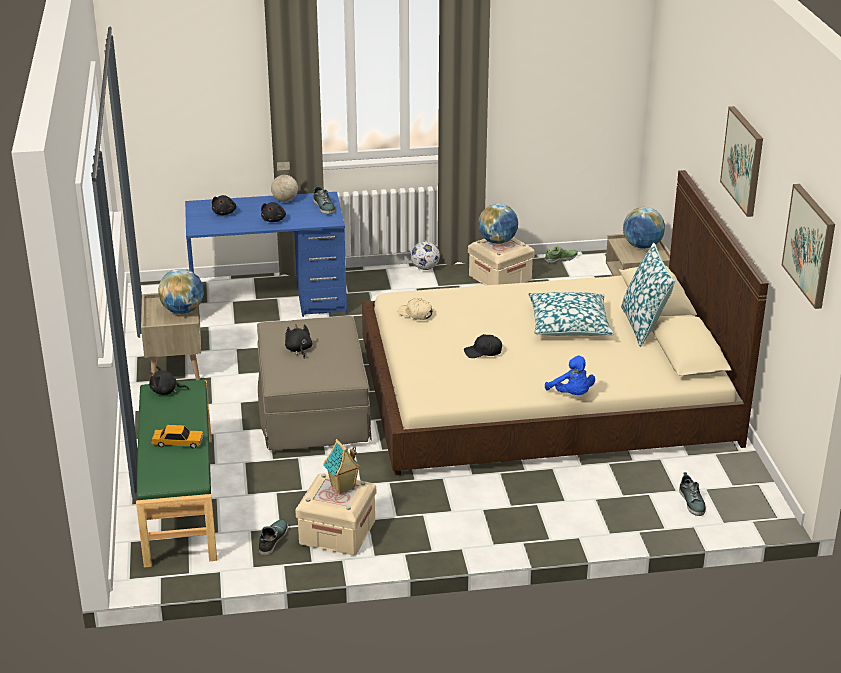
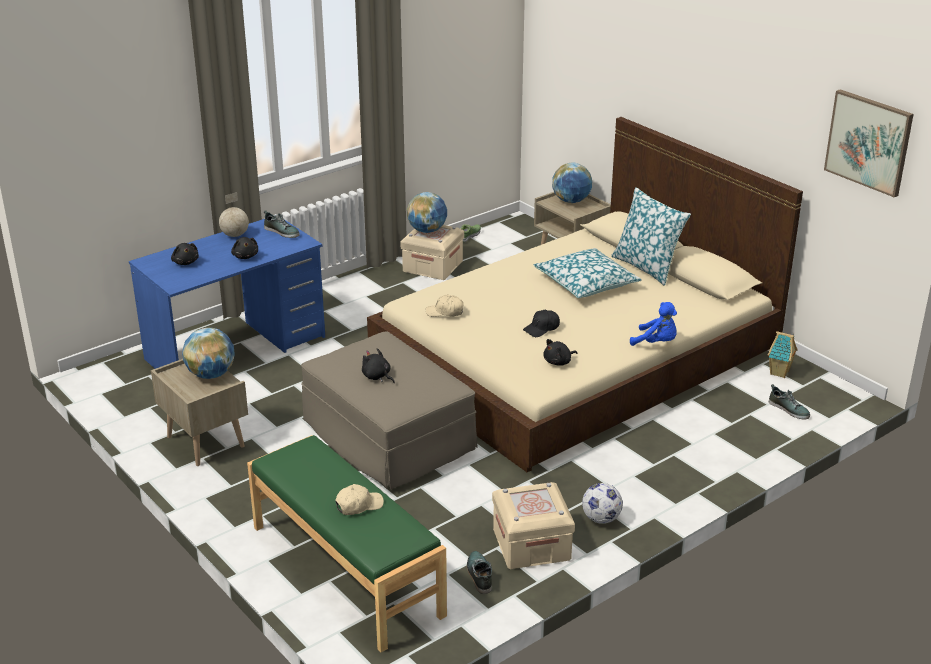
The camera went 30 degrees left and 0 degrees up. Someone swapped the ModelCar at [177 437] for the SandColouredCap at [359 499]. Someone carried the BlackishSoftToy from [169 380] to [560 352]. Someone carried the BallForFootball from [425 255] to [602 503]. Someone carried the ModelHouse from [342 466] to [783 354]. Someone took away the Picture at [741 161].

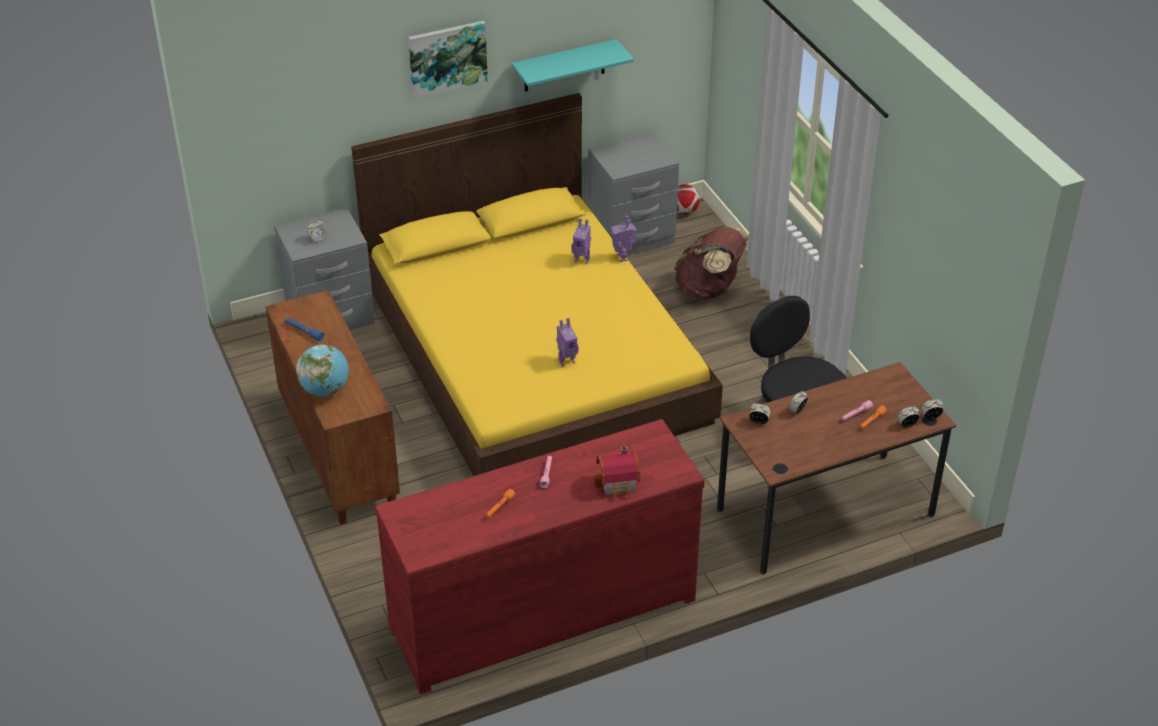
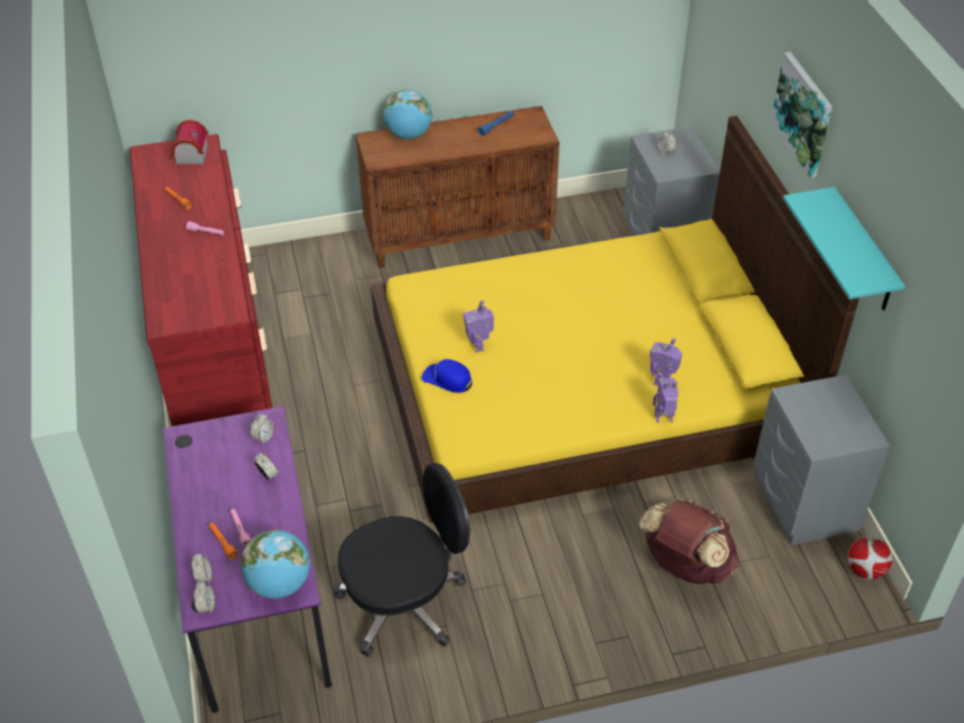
The camera went 100 degrees right and 5 degrees up. Someone repainted the BrownDesk at [836 468], which became the PurplishDesk at [247 559]. Someone carried the ModelHouse from [617 473] to [188 142]. Someone put down the DeskGlobe at [275 564]. Someone put down the BluishCap at [446 376].

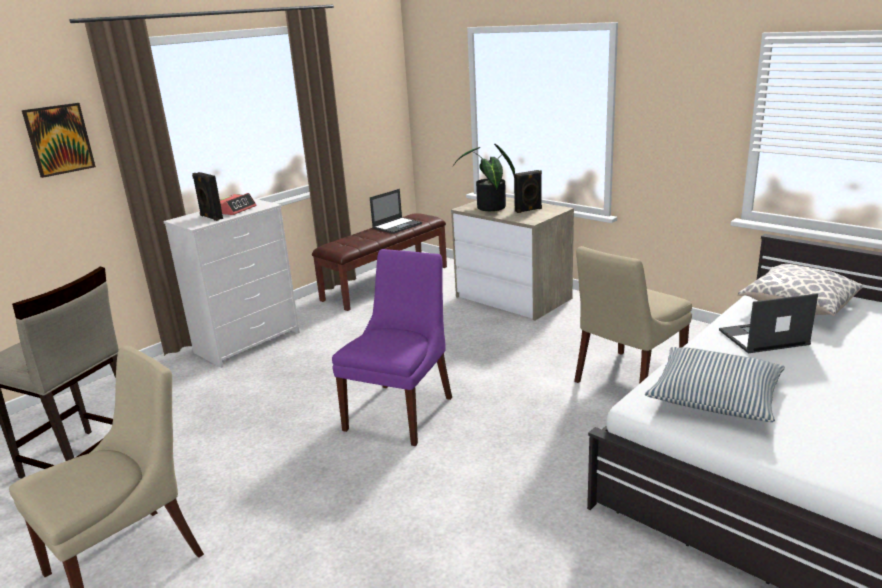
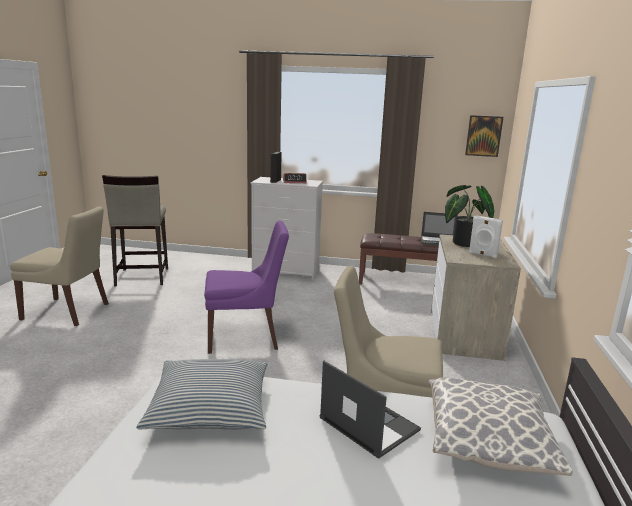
The camera went 55 degrees right and 5 degrees down. Someone carried the Picture from [59 140] to [484 136]. Someone repainted the BlackishAudioSpeaker at [528 191], which became the WhitishAudioSpeaker at [486 236].

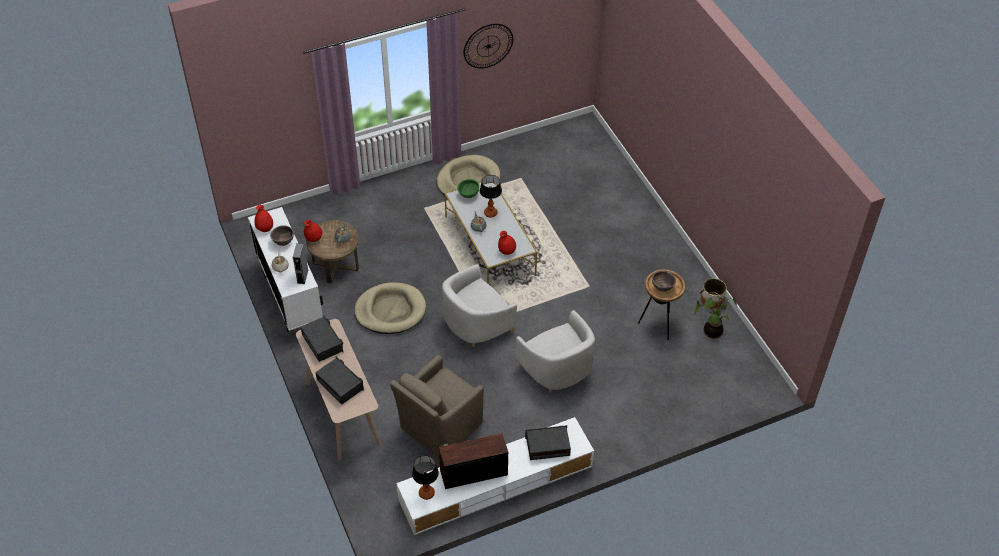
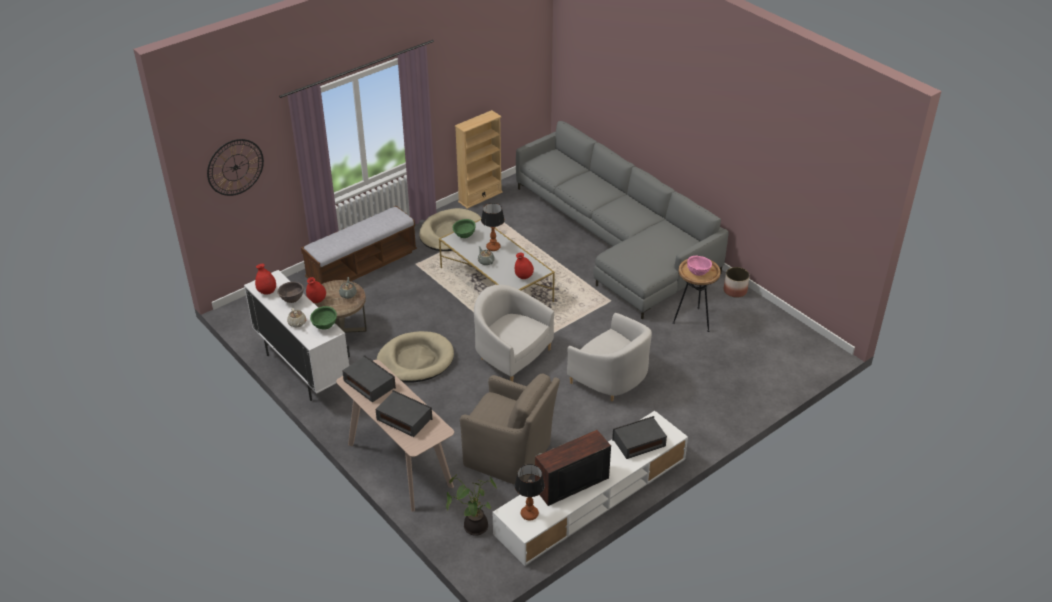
The camera went 15 degrees left and 10 degrees down. Someone carried the HangingClock from [488 46] to [235 167]. Someone put down the LongSeat at [359 245]. Someone swapped the GreyAudioSpeaker at [300 263] for the GreenishBowl at [323 318]. Someone carried the Houseplant from [715 313] to [471 505]. Someone put down the SandColouredBookshelf at [479 159]. Someone rotated the BrownArmchair at [437 406] by 90 degrees counterclockwise. Someone rotated the WhitishArmchair at [479 305] by 90 degrees clockwise. Someone put down the GreyCouch at [622 220]. Someone repainted the BrownBowl at [664 281], which became the PinkishBowl at [699 266].

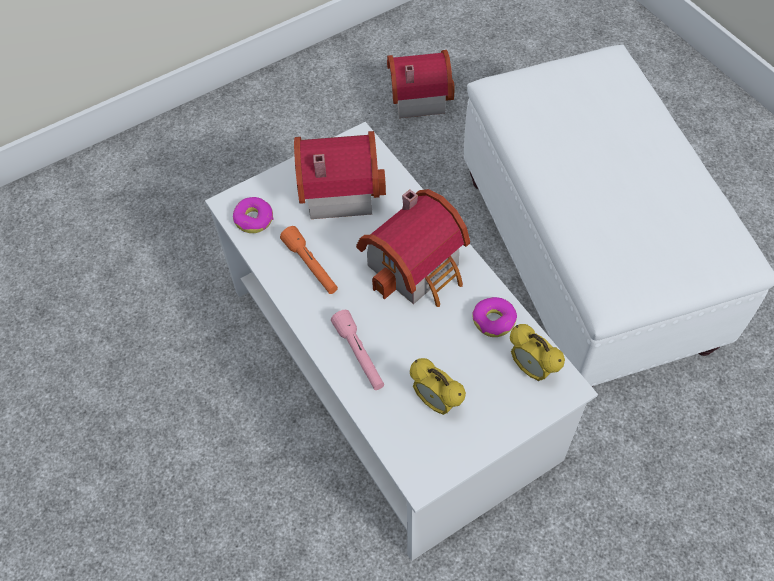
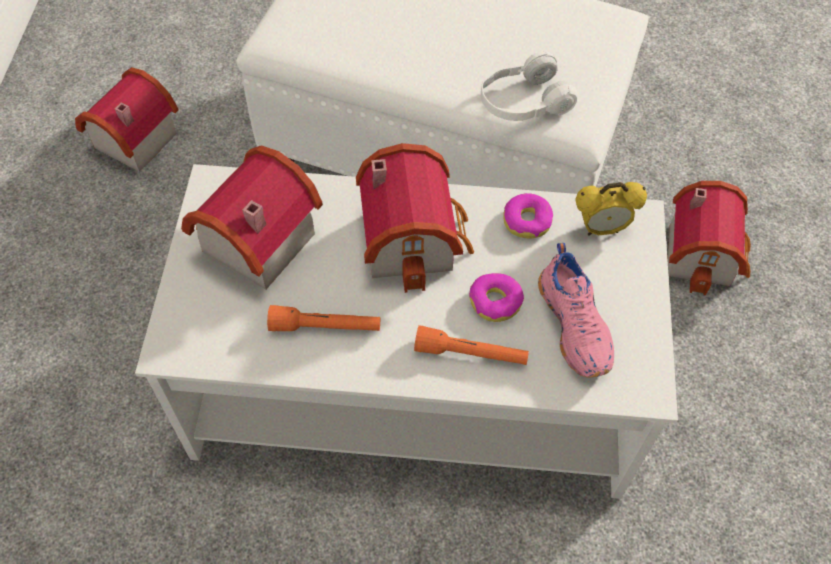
The camera went 55 degrees left and 0 degrees up. Someone repainted the PinkishTorch at [357 350], which became the OrangeColouredTorch at [471 345]. Someone carried the Doughnut from [253 215] to [496 297]. Someone put down the WhitishHeadset at [529 86]. Someone swapped the TableClock at [438 386] for the PinkishShoe at [576 310]. Someone put down the ModelHouse at [709 238].

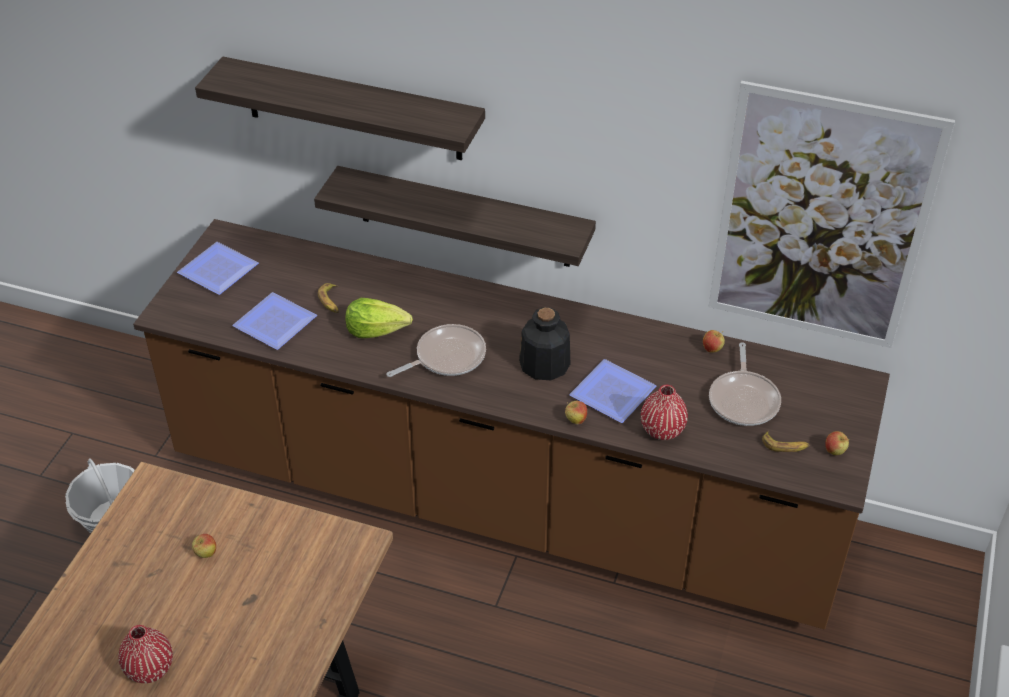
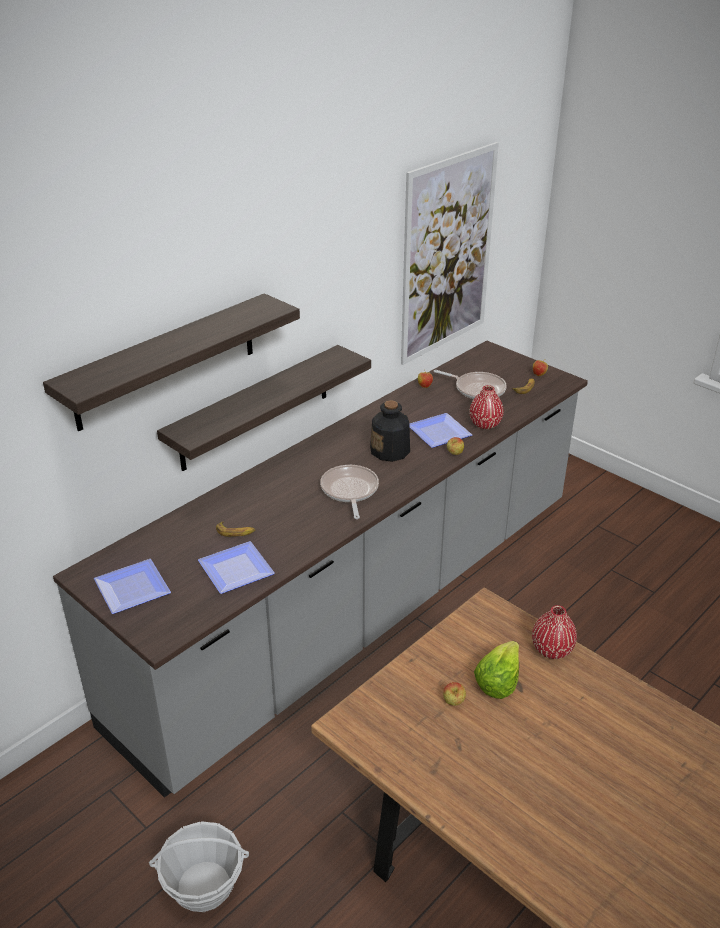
The camera went 65 degrees left and 10 degrees down. Someone repainted the BrownKitchenCounter at [511 424], which became the GreyKitchenCounter at [320 569]. Someone carried the Lettuce from [379 318] to [496 670]. Someone carried the ReddishVase from [145 654] to [554 632].

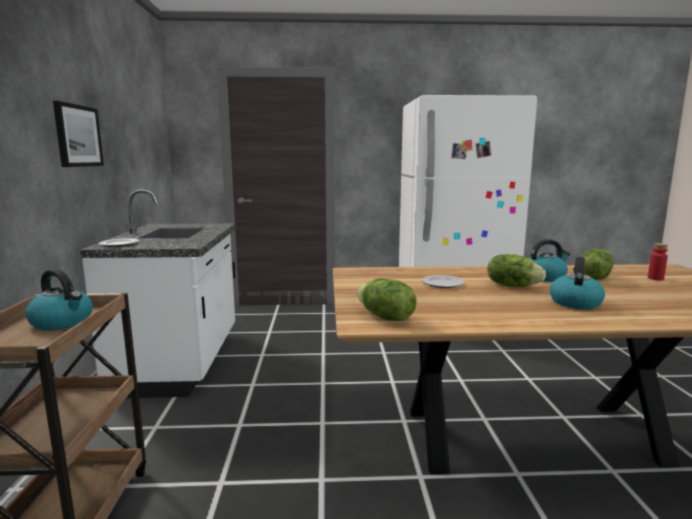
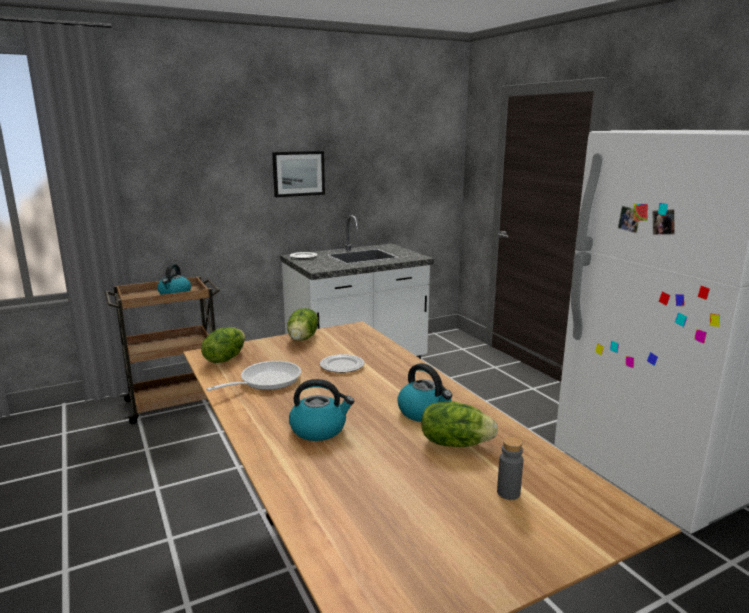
The camera went 65 degrees right and 5 degrees up. Someone put down the Skillet at [253 376]. Someone carried the Lettuce from [516 270] to [302 324]. Someone repainted the ReddishBottle at [658 261], which became the GreyBottle at [510 468].

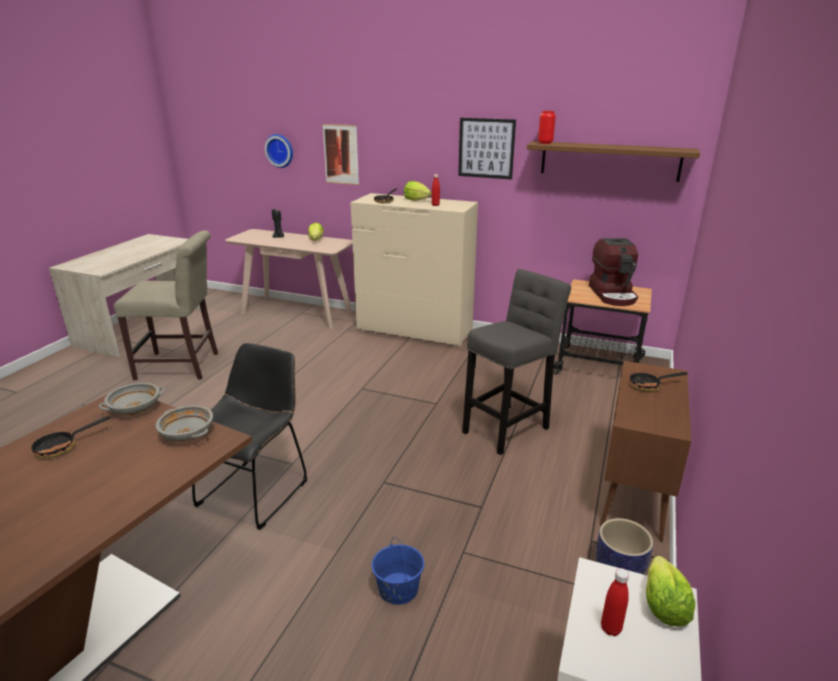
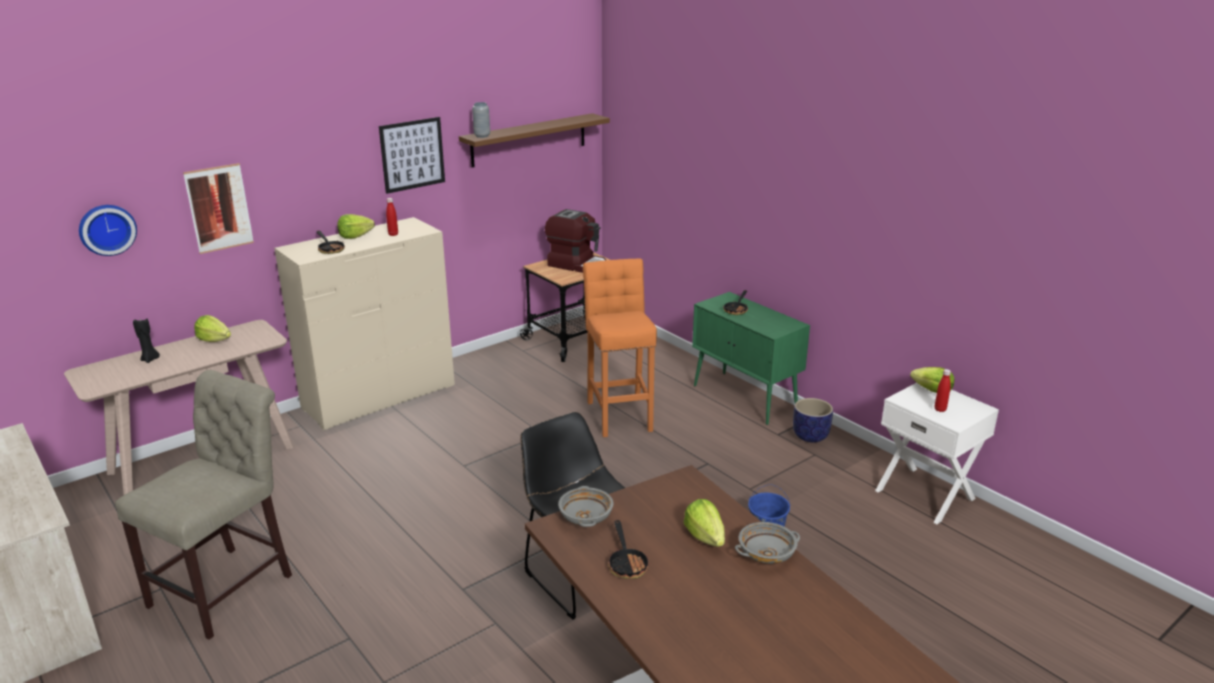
The camera went 60 degrees left and 0 degrees up. Someone repainted the ReddishVase at [547 127], which became the GreyVase at [481 120]. Someone repainted the GreySittingStool at [516 362], which became the OrangeColouredSittingStool at [620 348]. Someone put down the Lettuce at [704 523]. Someone repainted the BrownCupboard at [645 451], which became the GreenishCupboard at [751 358]. Someone carried the GreyBowl from [184 423] to [767 543].

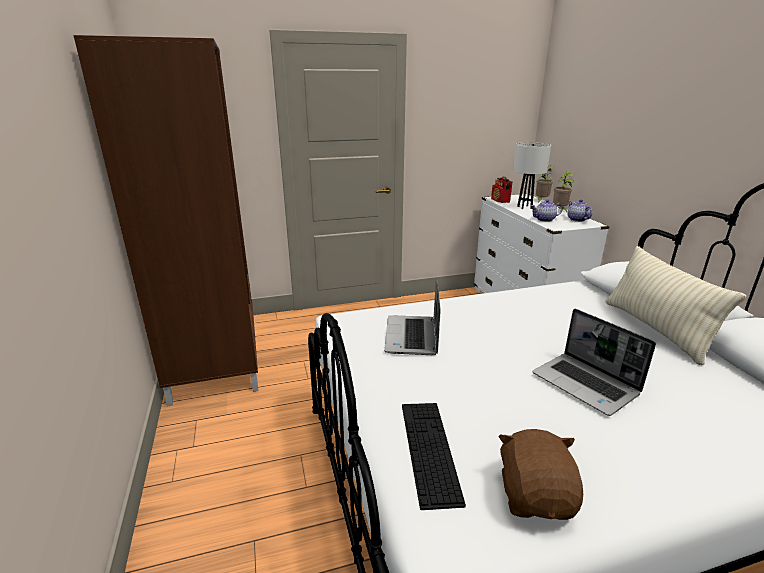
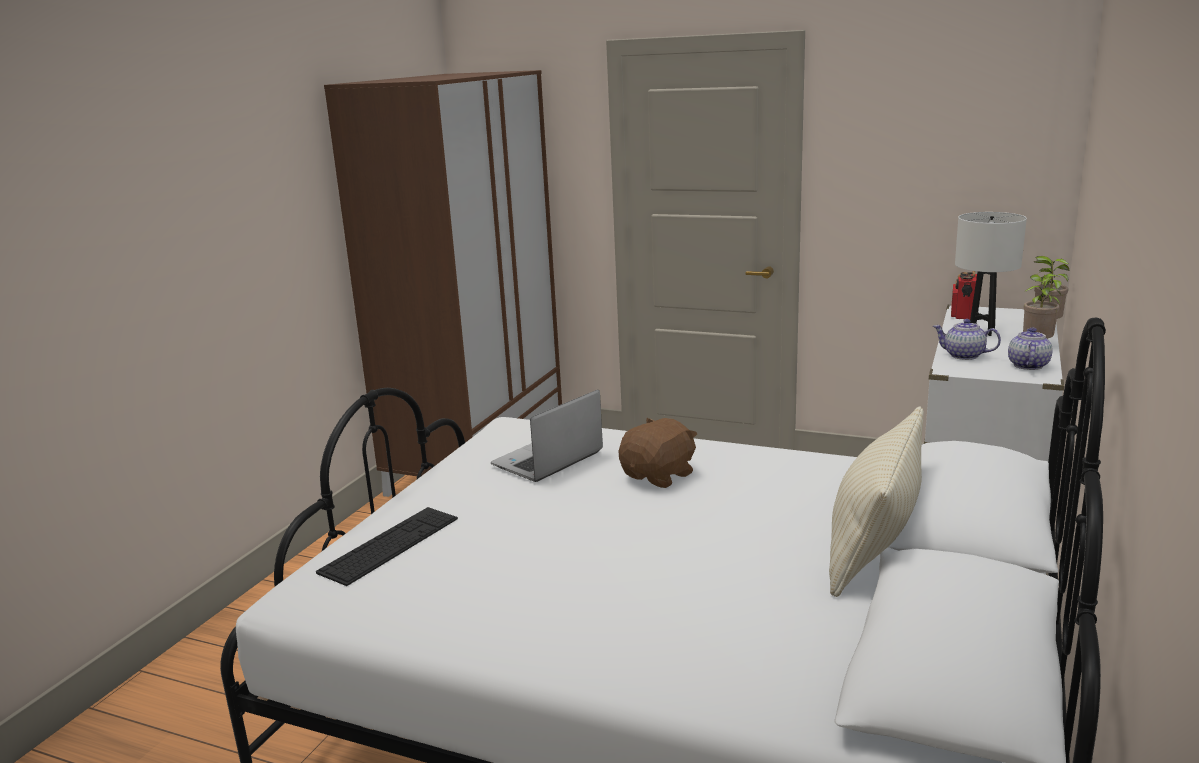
The camera went 40 degrees right and 5 degrees down. Someone carried the BrownSoftToy from [540 474] to [658 453]. Someone took away the Laptop at [594 362].

